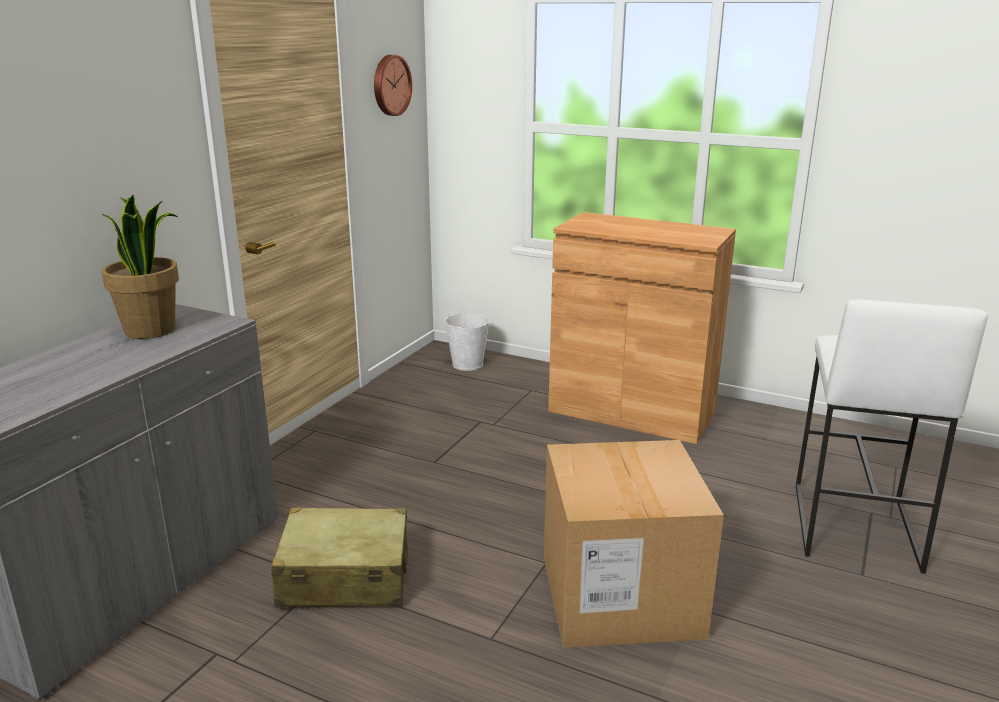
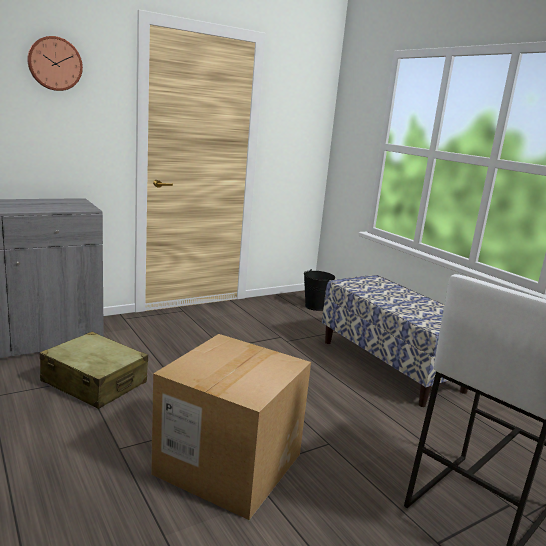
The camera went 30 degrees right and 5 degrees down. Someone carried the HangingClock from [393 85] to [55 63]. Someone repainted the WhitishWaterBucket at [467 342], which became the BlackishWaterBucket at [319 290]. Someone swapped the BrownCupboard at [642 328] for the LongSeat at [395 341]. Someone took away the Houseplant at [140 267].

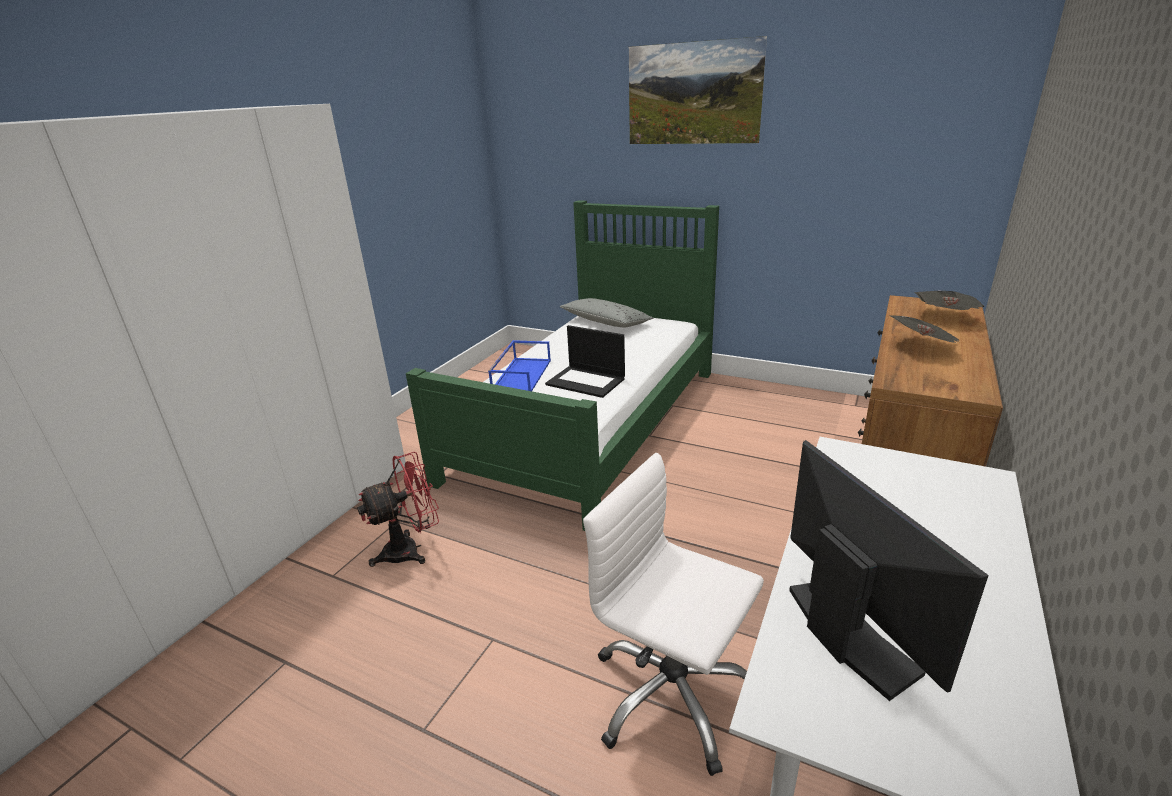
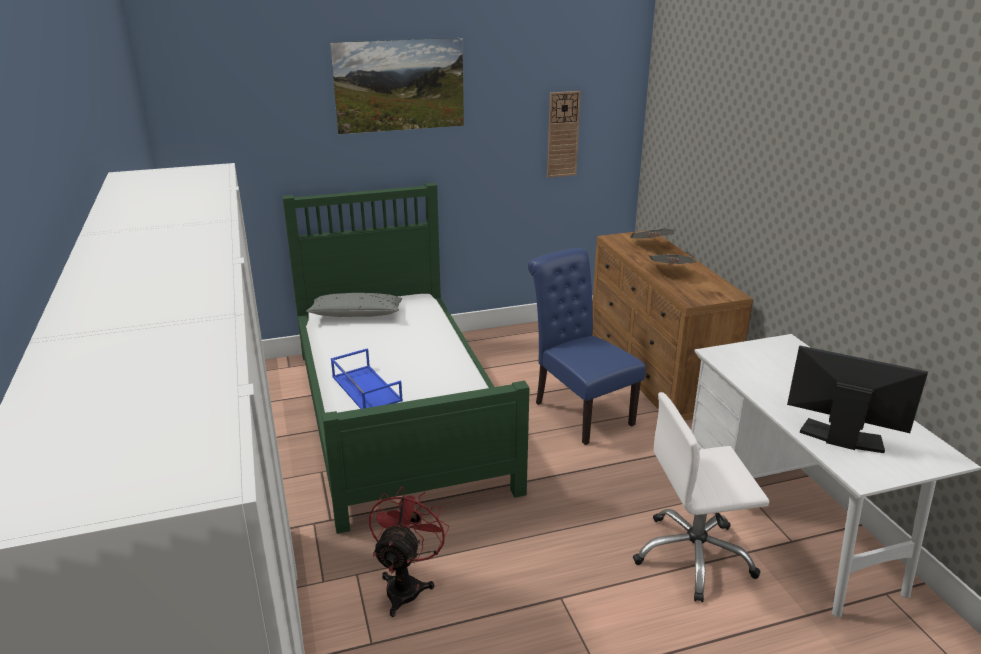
The camera went 45 degrees left and 0 degrees up. Someone put down the BluishChair at [587 346]. Someone put up the HangingClock at [564 134]. Someone took away the Laptop at [585 361].

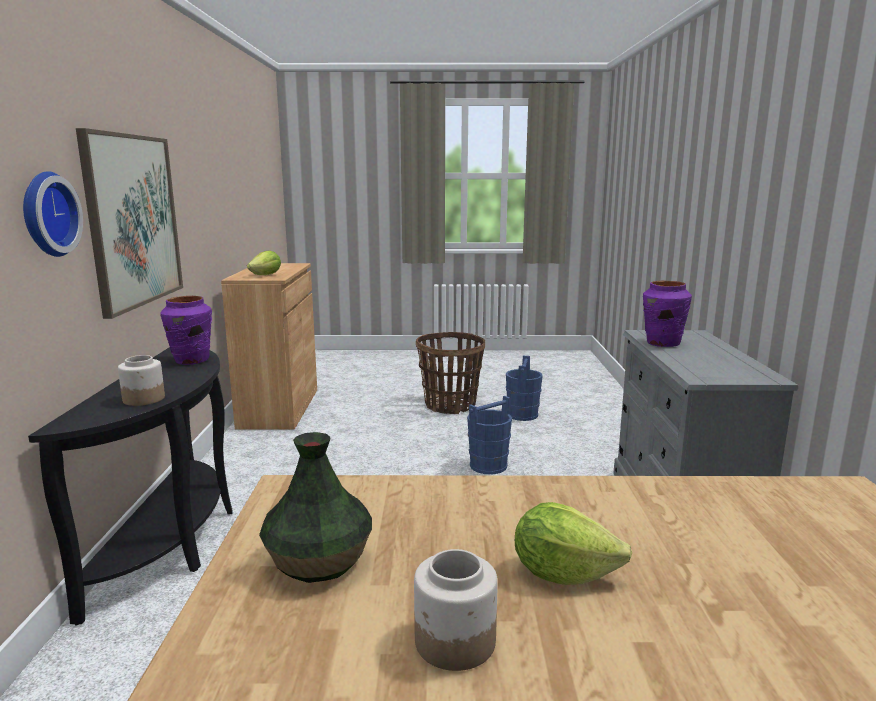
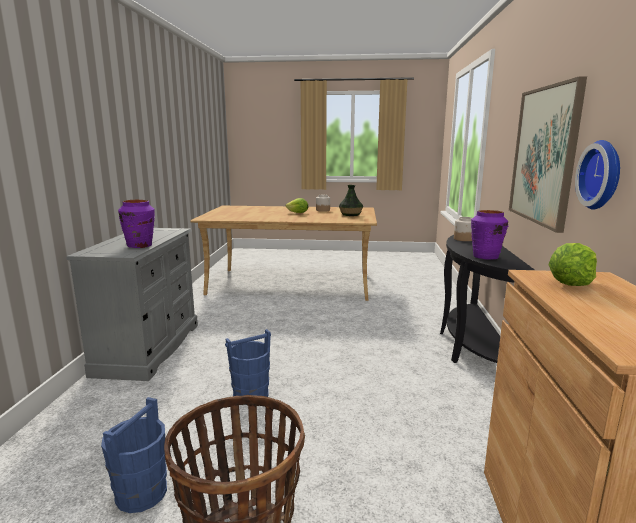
The camera went 175 degrees left and 0 degrees up. Someone carried the HangingClock from [53 214] to [597 175].

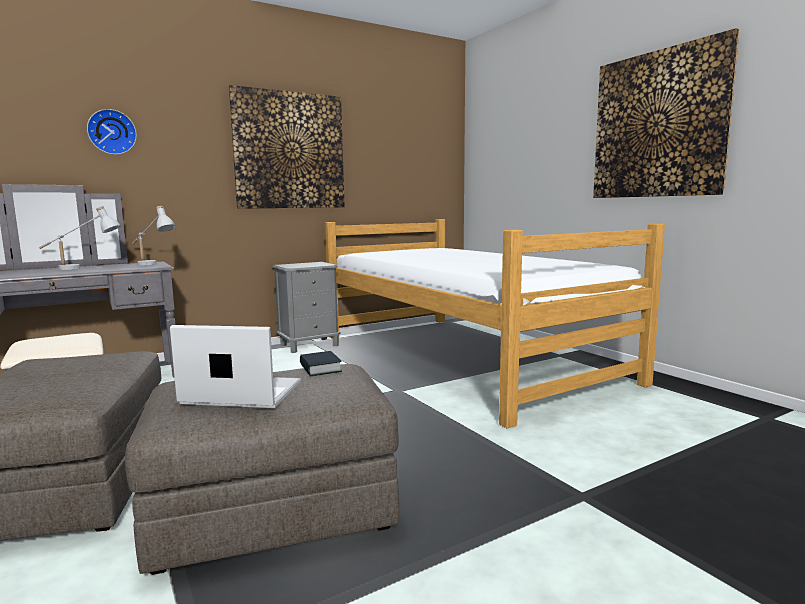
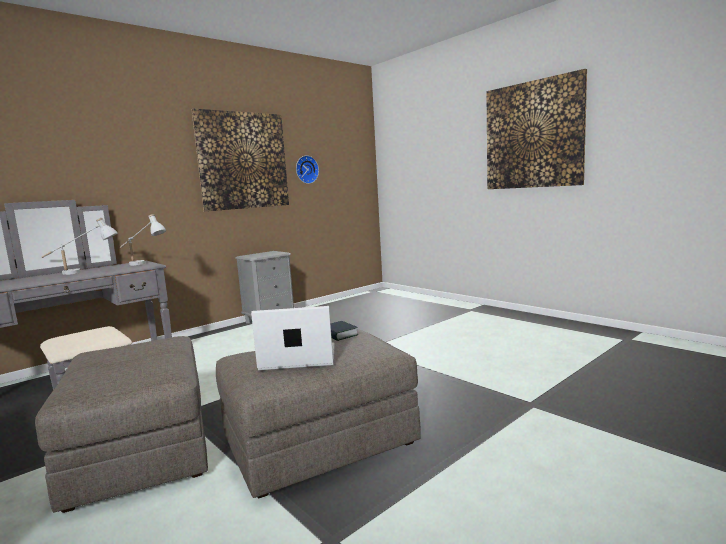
The camera went 10 degrees left and 0 degrees up. Someone carried the HangingClock from [112 132] to [307 169]. Someone took away the BedroomBed at [495 324].

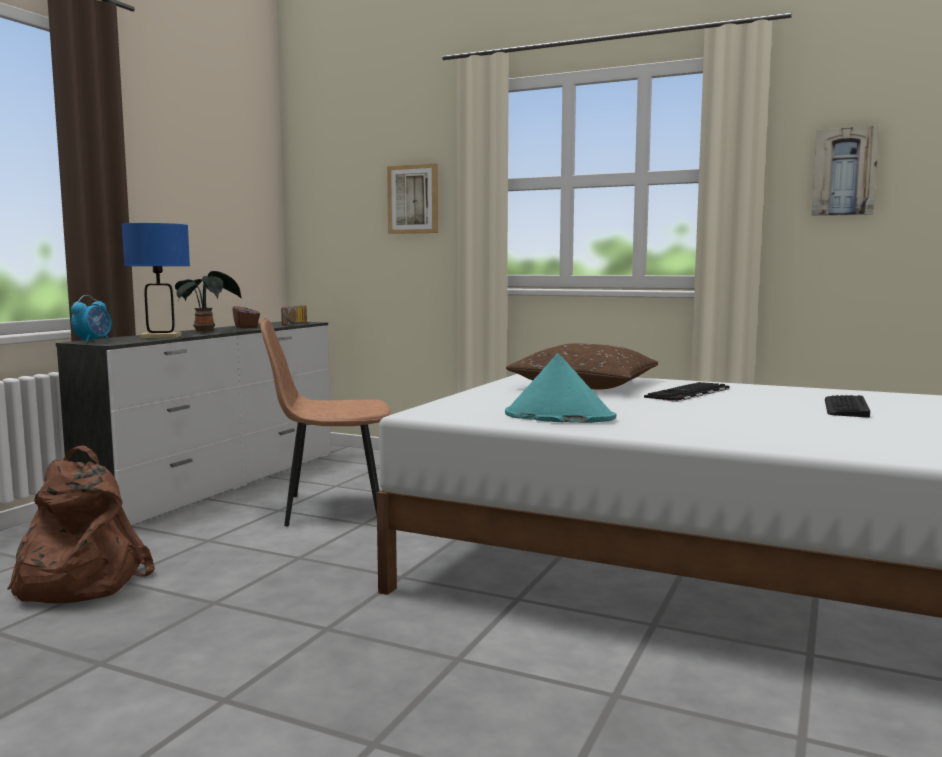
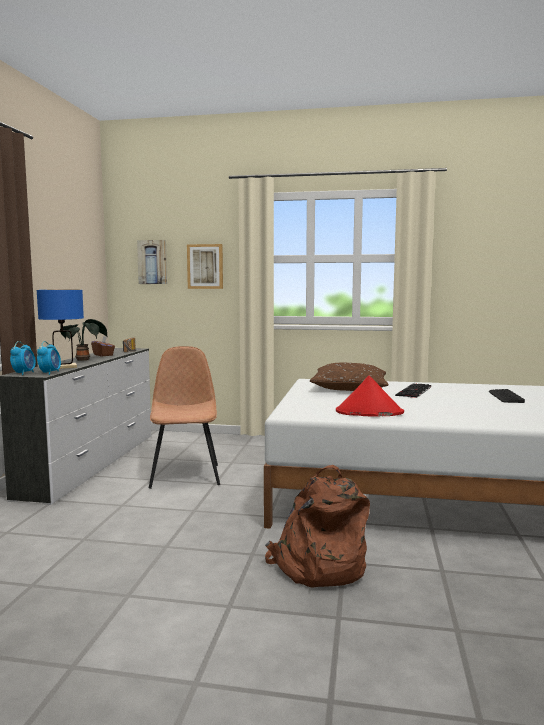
The camera went 15 degrees left and 0 degrees up. Someone put down the TableClock at [49 358]. Someone carried the Picture from [845 171] to [152 262]. Someone rotated the BrownChair at [325 421] by 105 degrees clockwise. Someone carried the BrownKnapsack from [81 524] to [317 526]. Someone repainted the BlueGreenWearableHat at [560 388], which became the ReddishWearableHat at [370 396].

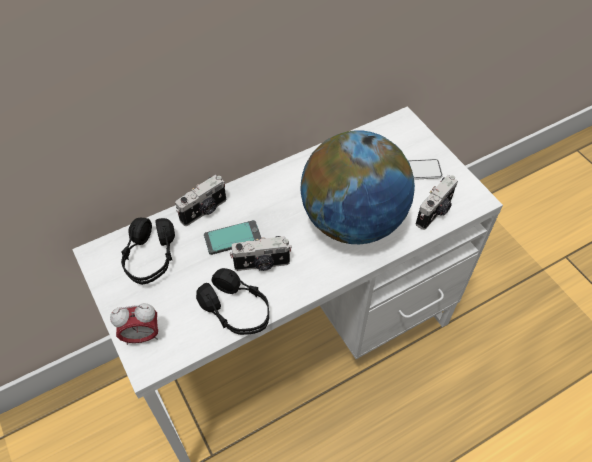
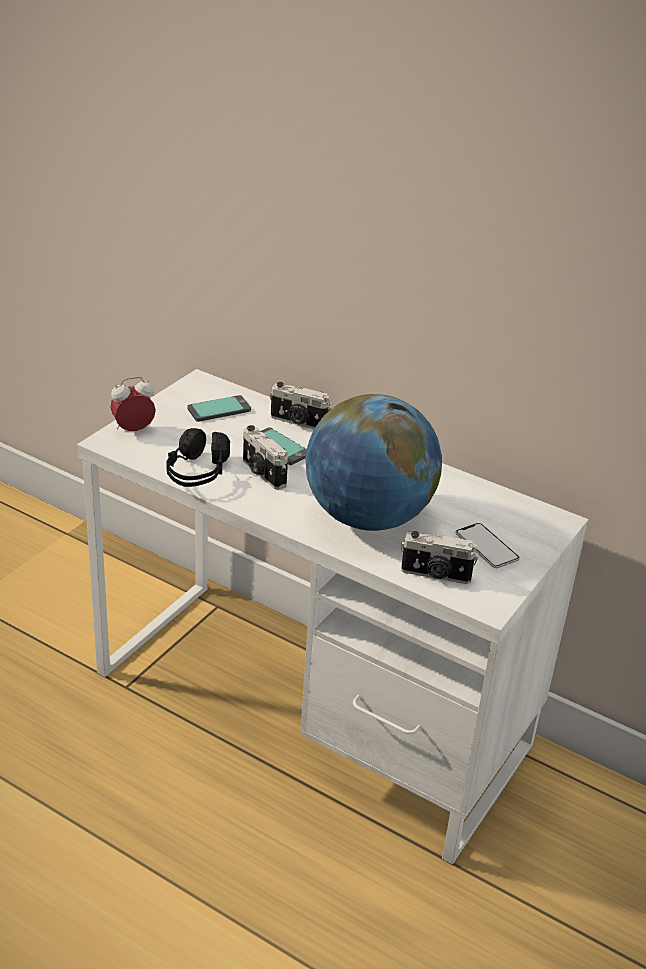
The camera went 60 degrees right and 20 degrees down. Someone rotated the TableClock at [134 324] by 105 degrees clockwise. Someone swapped the BlackishHeadset at [148 251] for the Handset at [219 408].

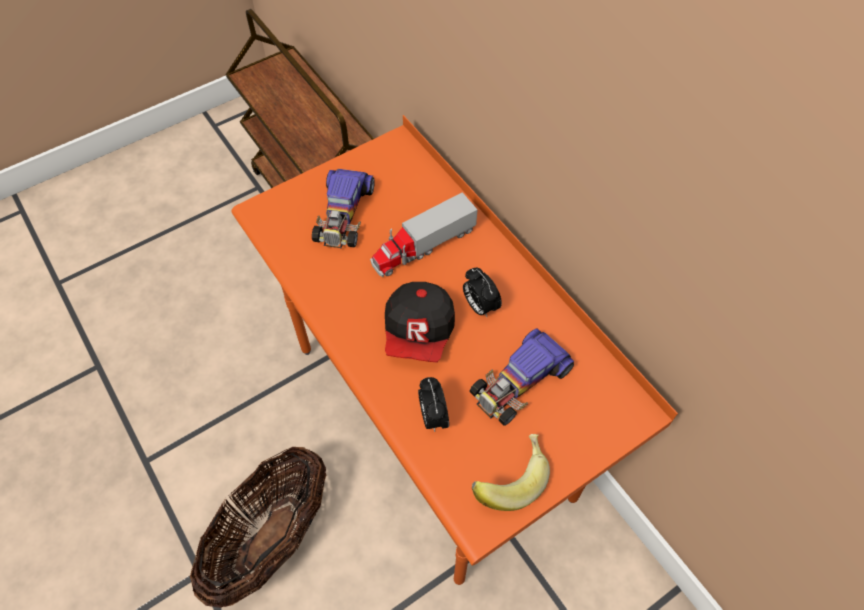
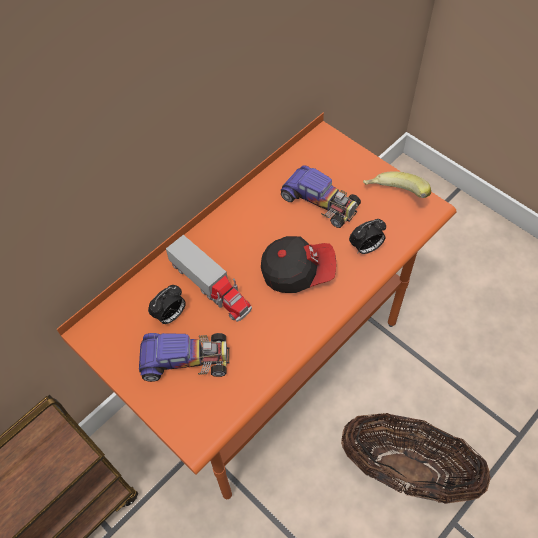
The camera went 100 degrees left and 0 degrees up. Someone carried the TableClock from [482 292] to [167 305].

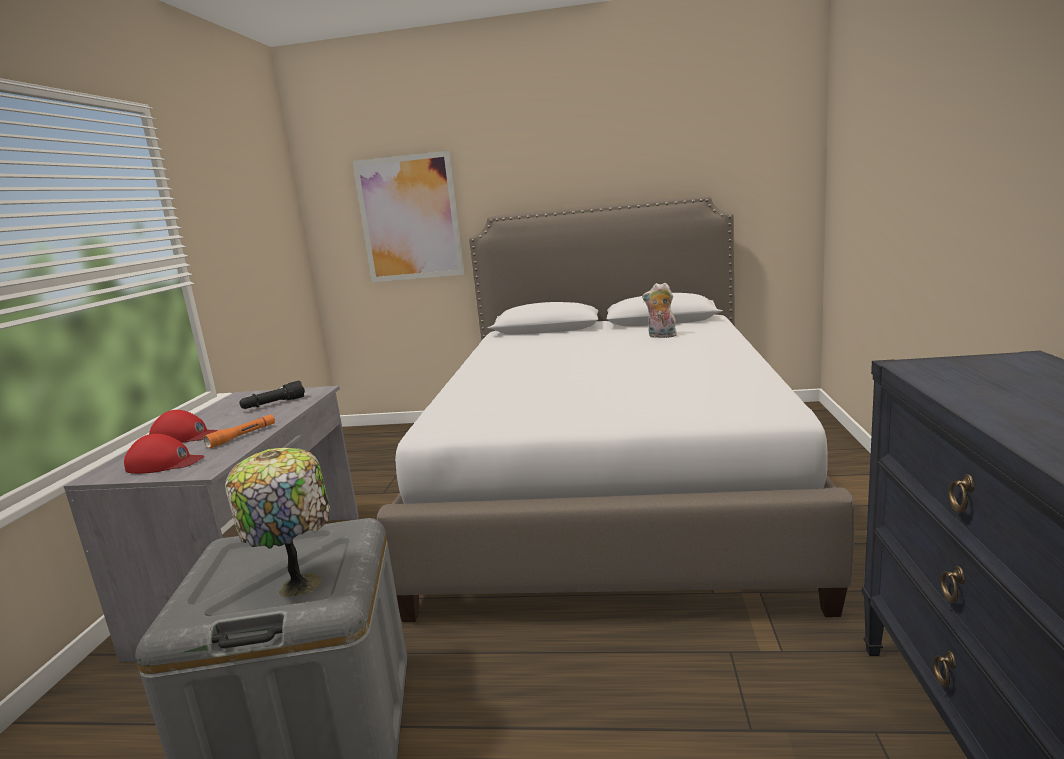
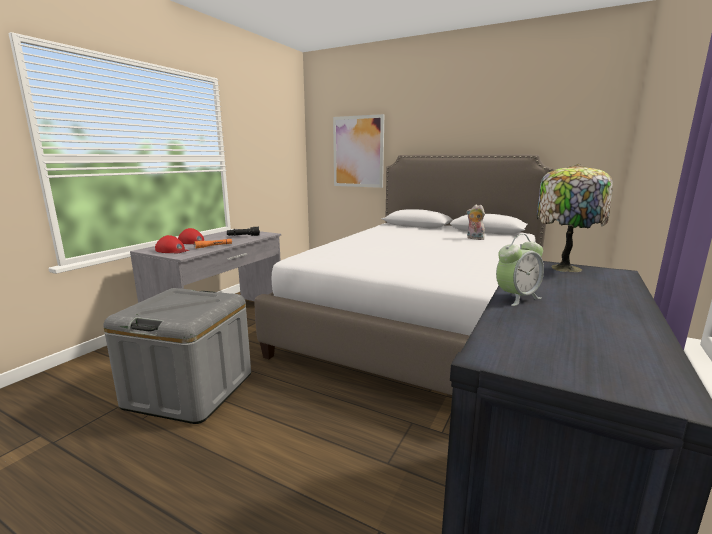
The camera went 20 degrees right and 0 degrees up. Someone put down the TableClock at [520 270]. Someone carried the TableLamp from [278 523] to [575 218].

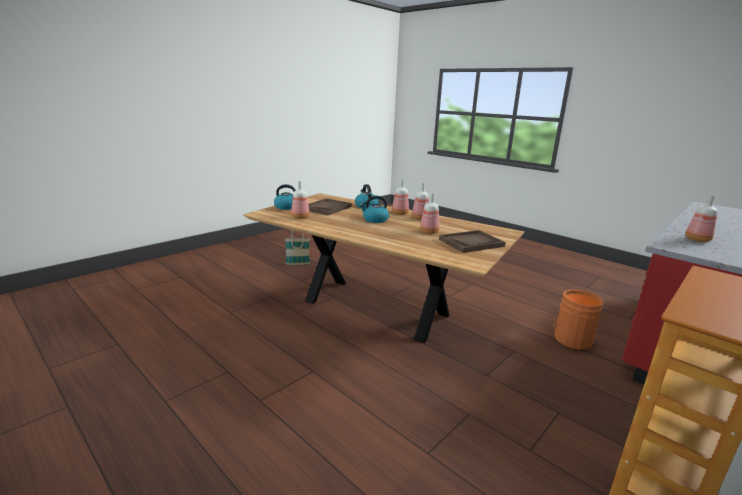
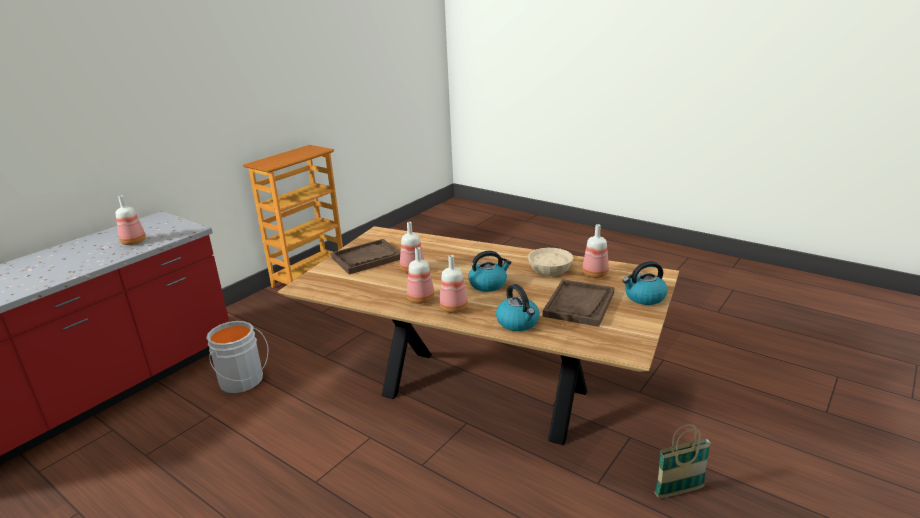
The camera went 175 degrees right and 5 degrees up. Someone repainted the OrangeColouredWaterBucket at [578 319], which became the GreyWaterBucket at [237 357]. Someone put down the SandColouredBowl at [550 262].

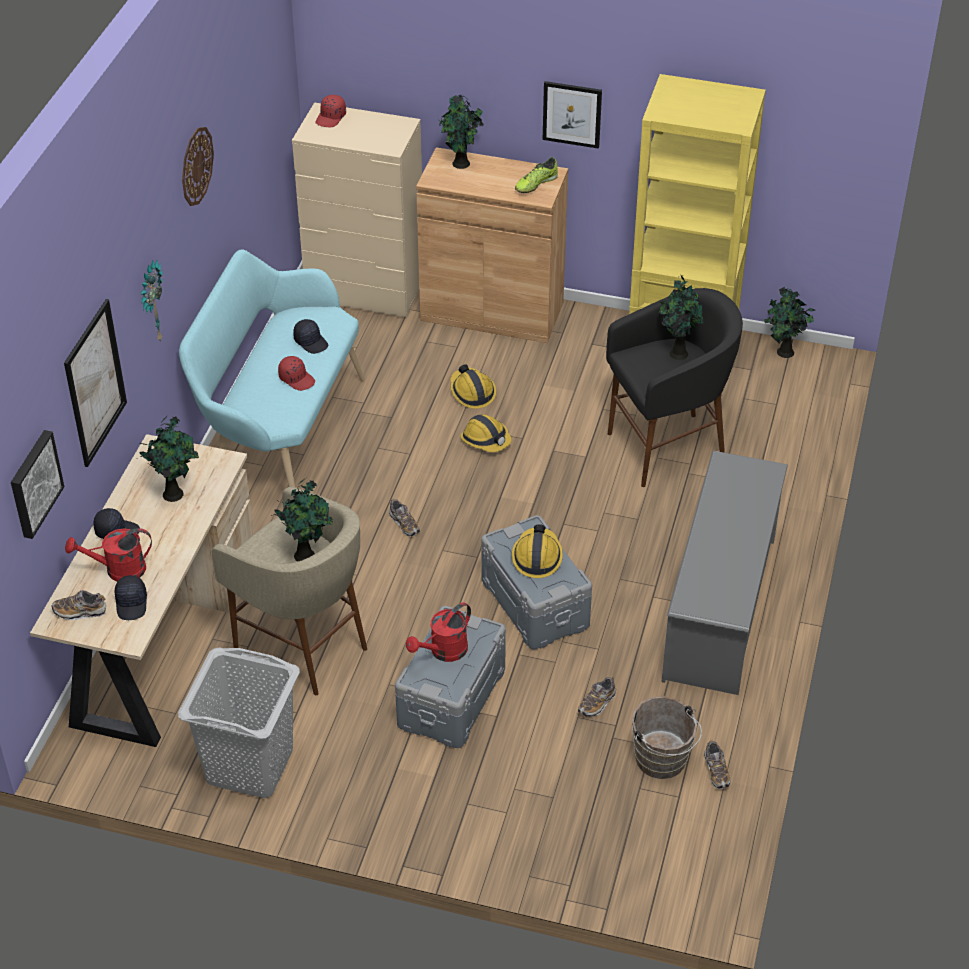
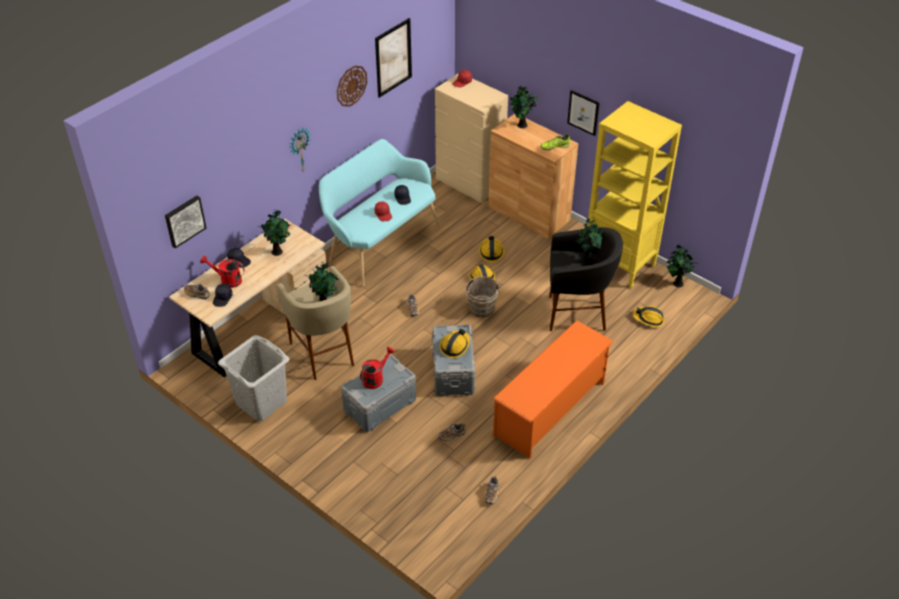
The camera went 25 degrees right and 0 degrees up. Someone rotated the ReddishSprinklingCan at [438 632] by 150 degrees clockwise. Someone carried the Picture from [95 383] to [393 58]. Someone carried the BrownWaterBucket from [667 737] to [482 297]. Someone repainted the GreyShoeStand at [724 573], which became the OrangeColouredShoeStand at [553 389]. Someone put down the HardHat at [648 316].

